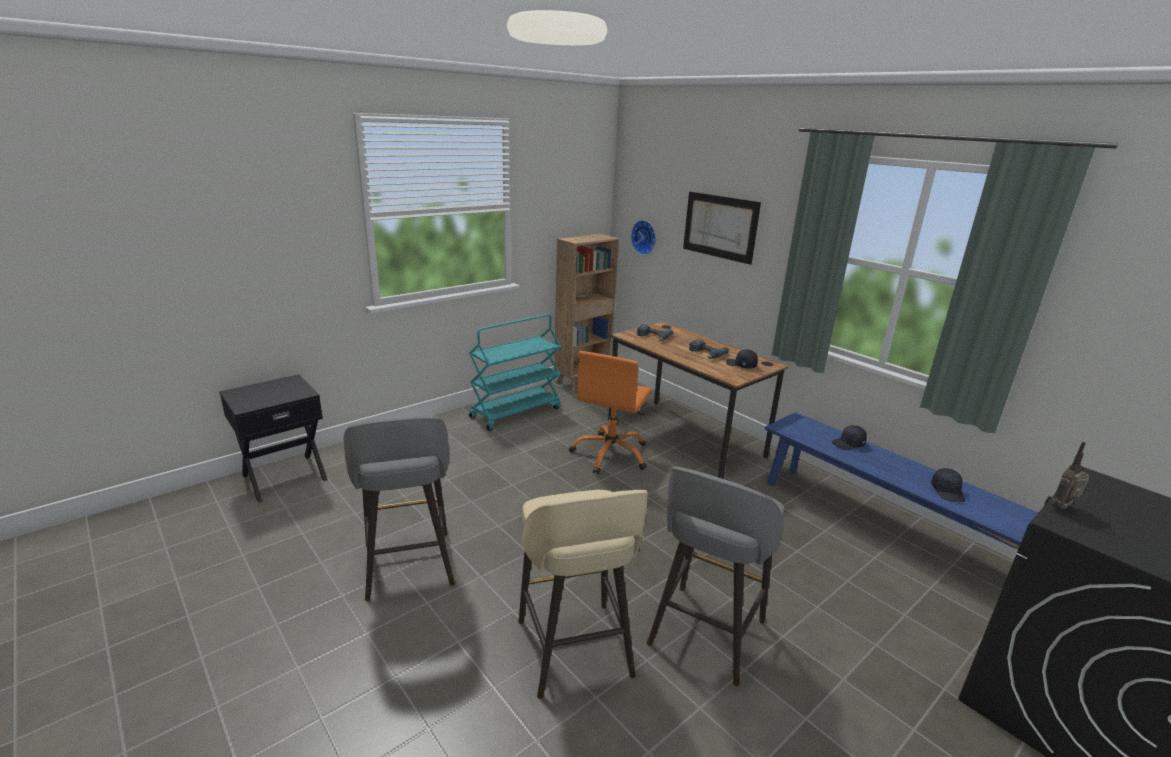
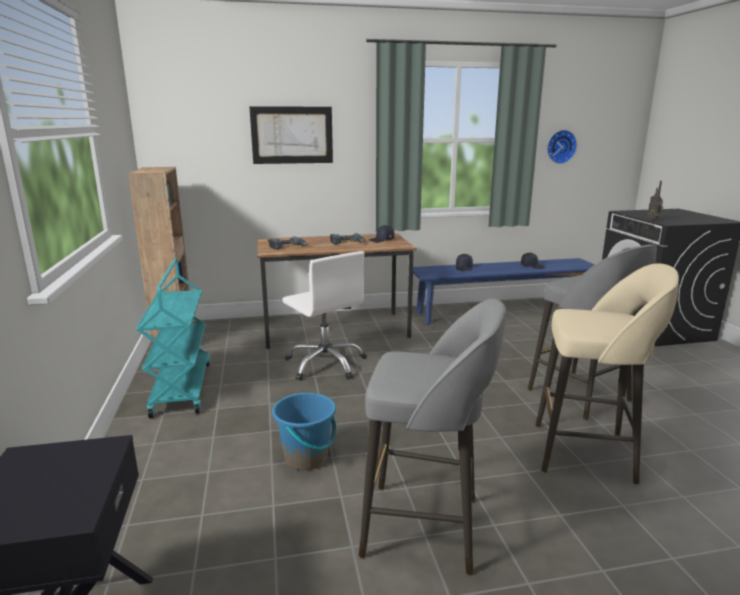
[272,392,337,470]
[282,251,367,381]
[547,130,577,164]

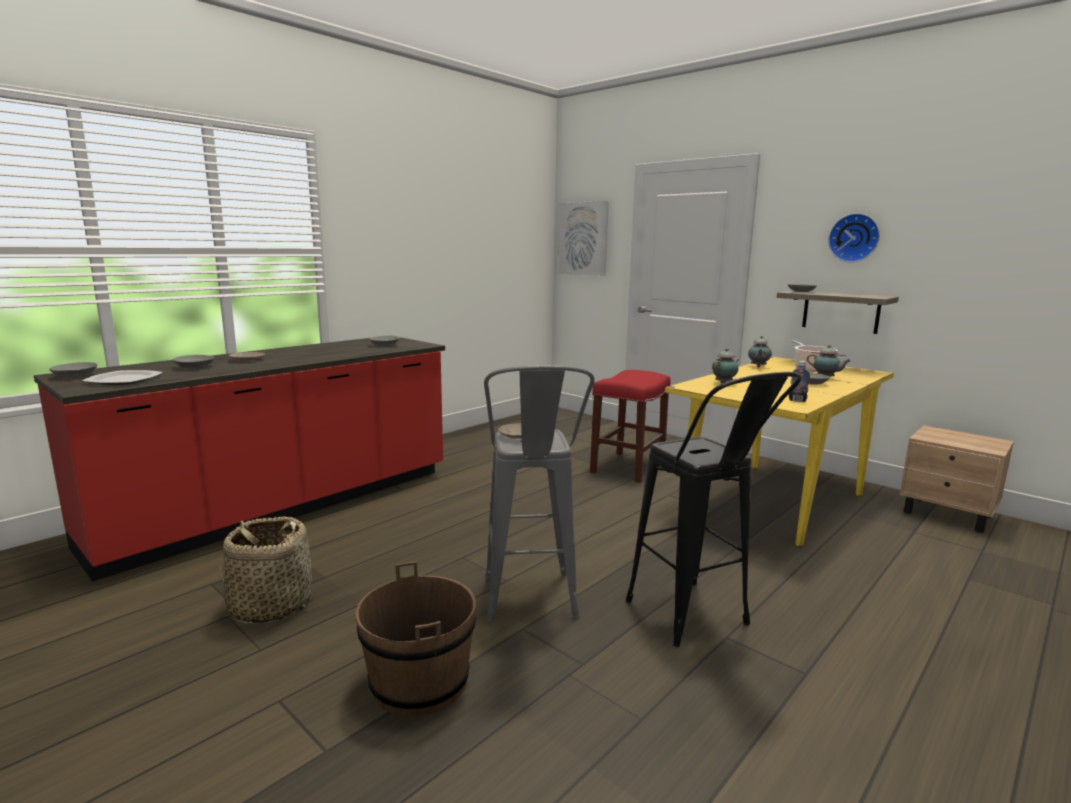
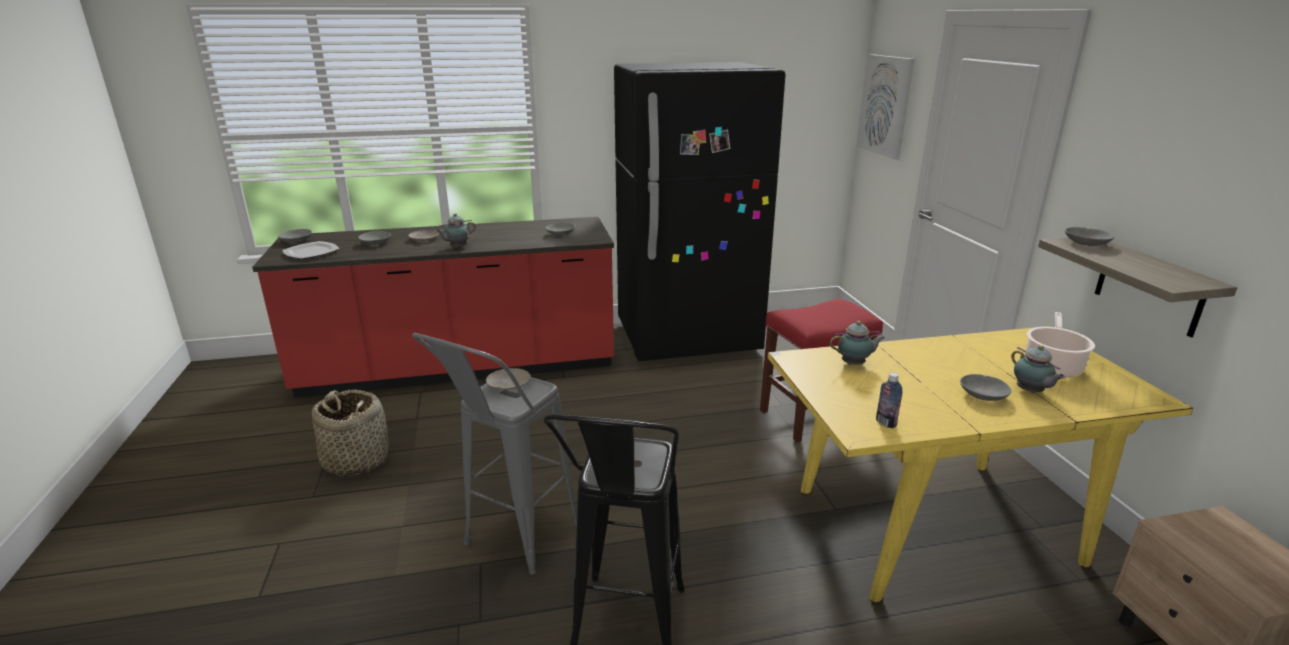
[435,213,476,248]
[614,62,785,361]
[356,561,476,717] (first image)
[828,213,880,262] (first image)

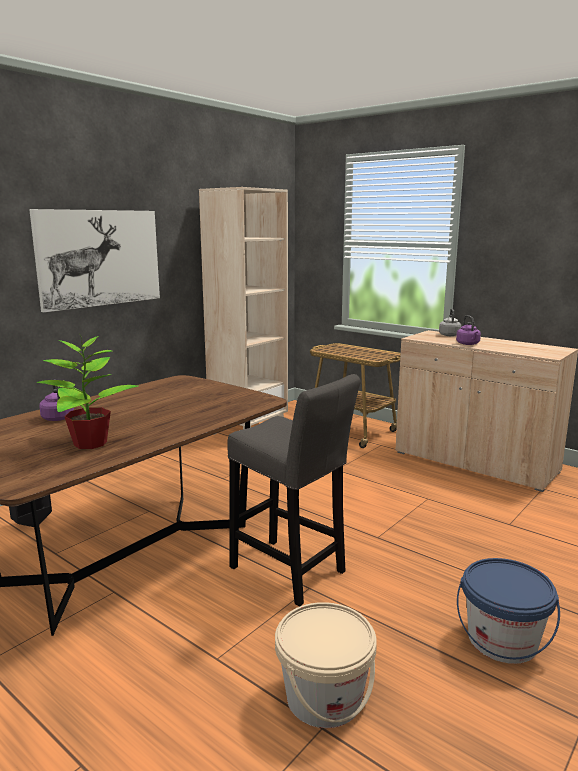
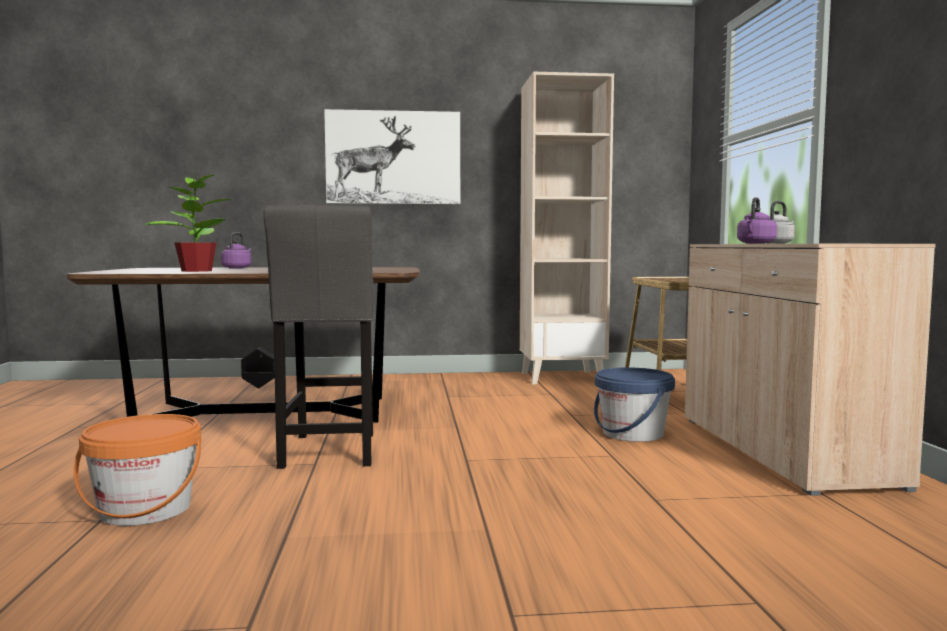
[74,414,201,526]
[594,367,675,442]

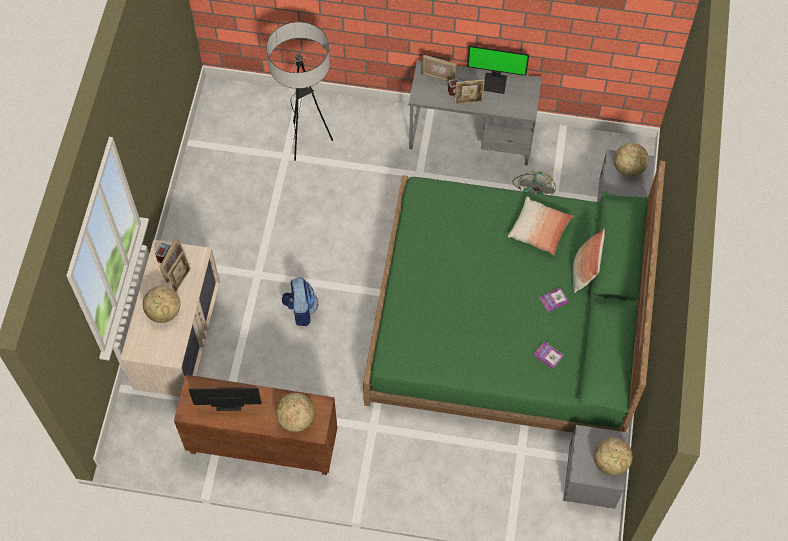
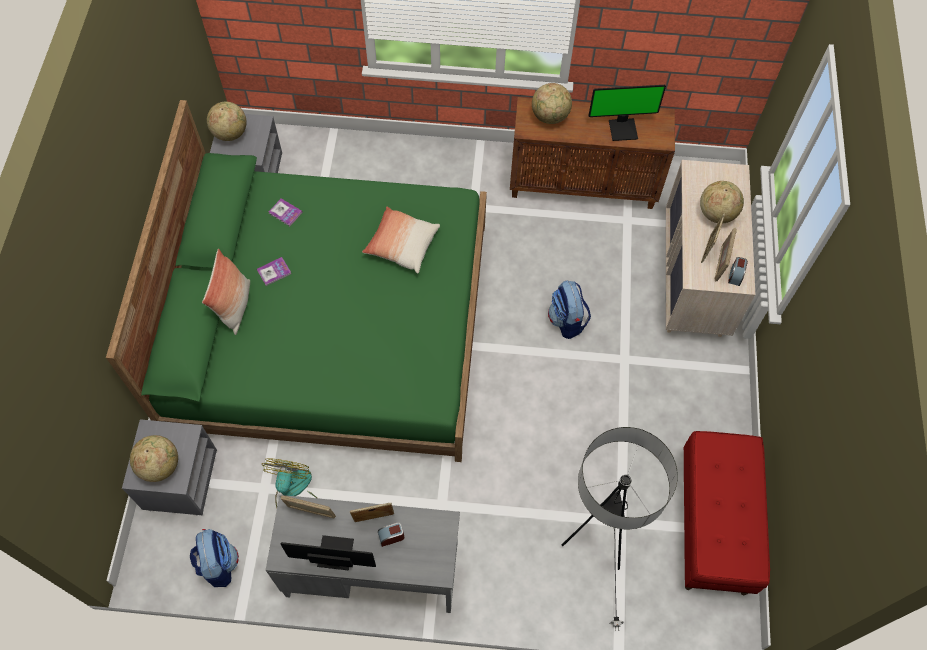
[190,529,239,587]
[280,496,336,518]
[362,206,440,274]
[684,431,770,595]

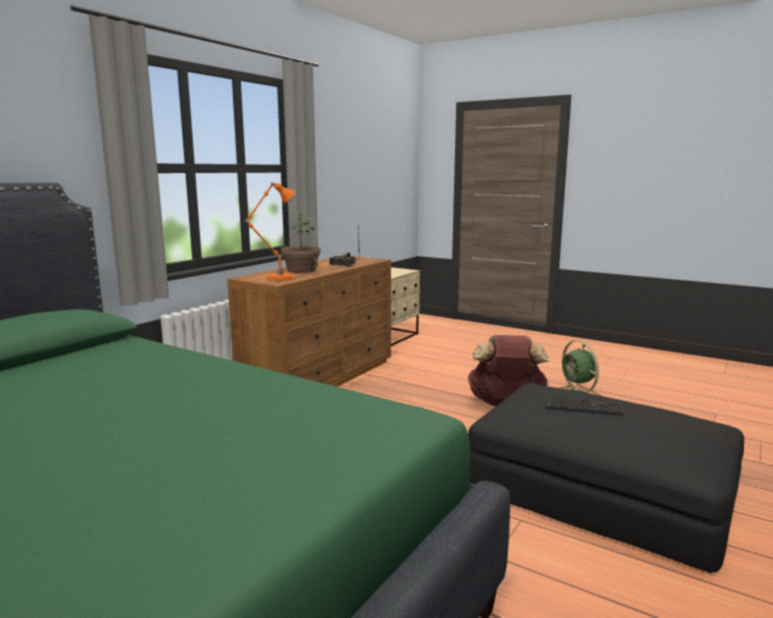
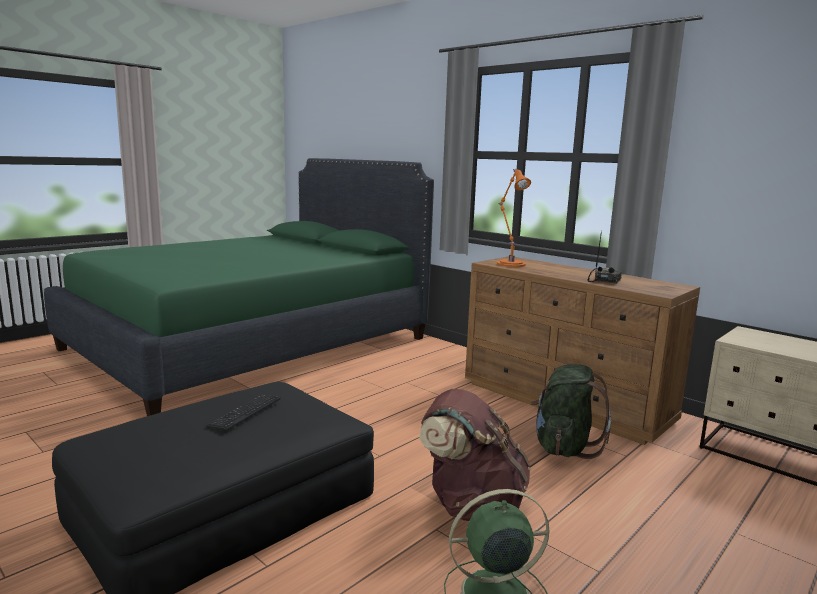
[531,364,611,459]
[281,212,321,273] (first image)

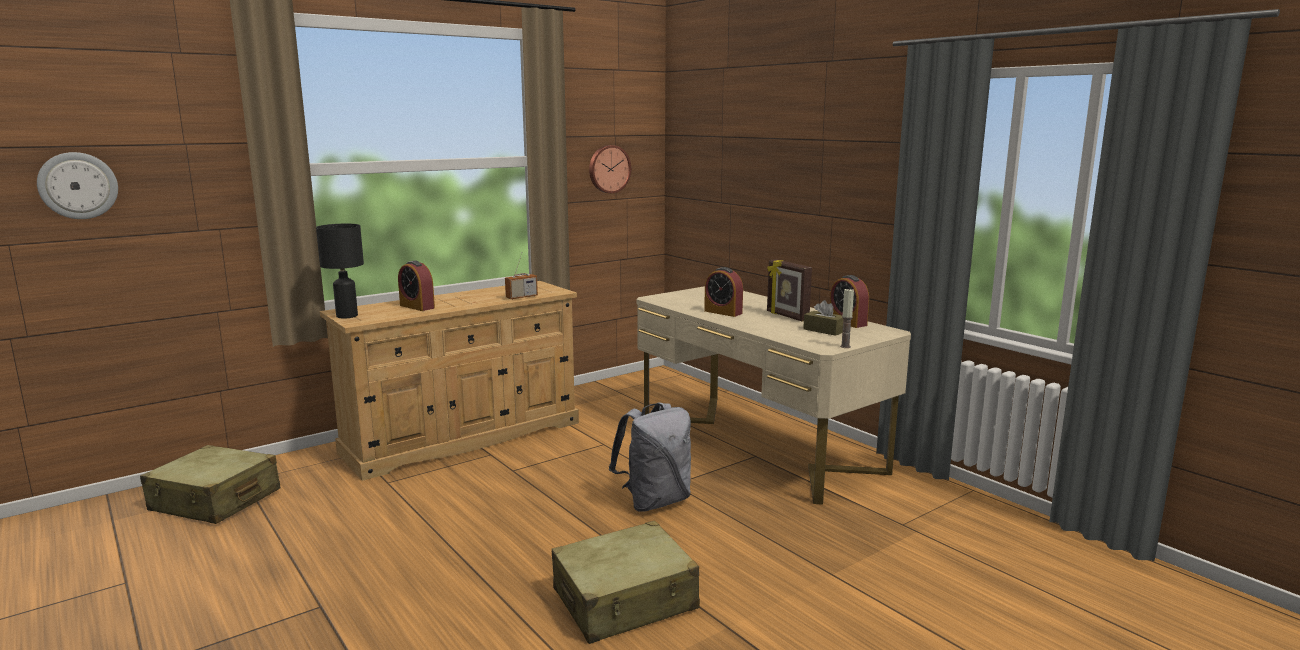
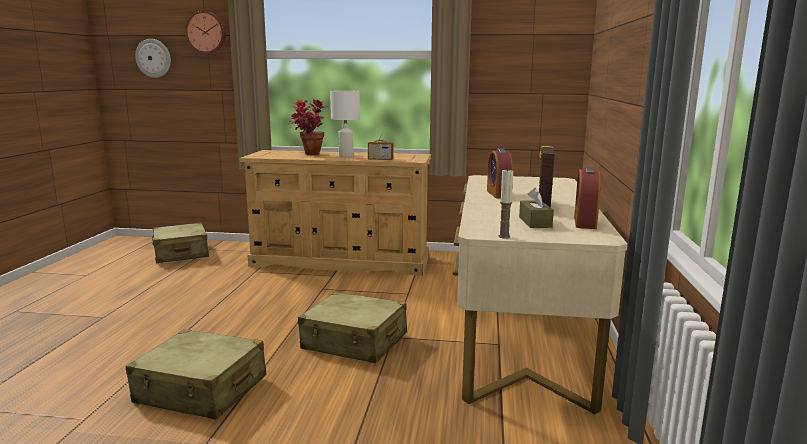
[185,11,226,54]
[289,99,327,155]
[298,292,407,363]
[330,90,360,157]
[316,224,364,318] (first image)

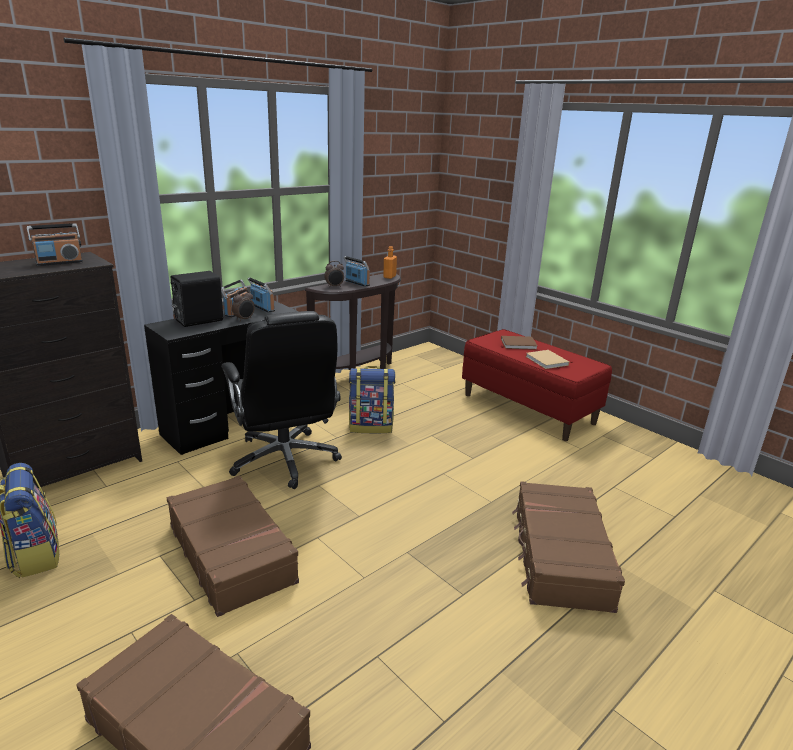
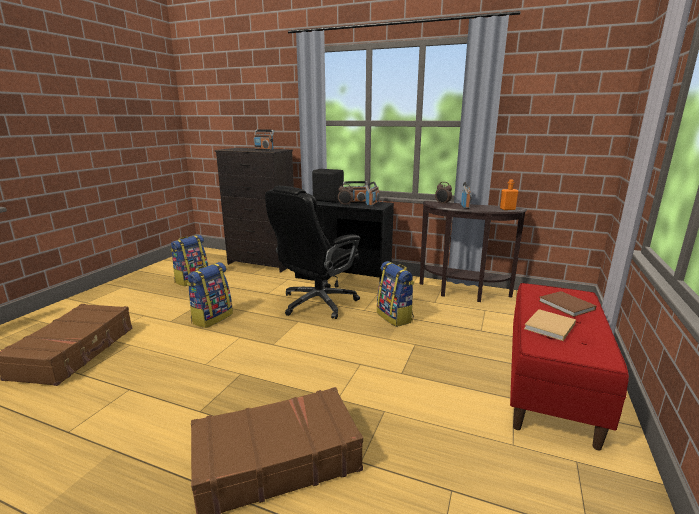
[187,262,233,328]

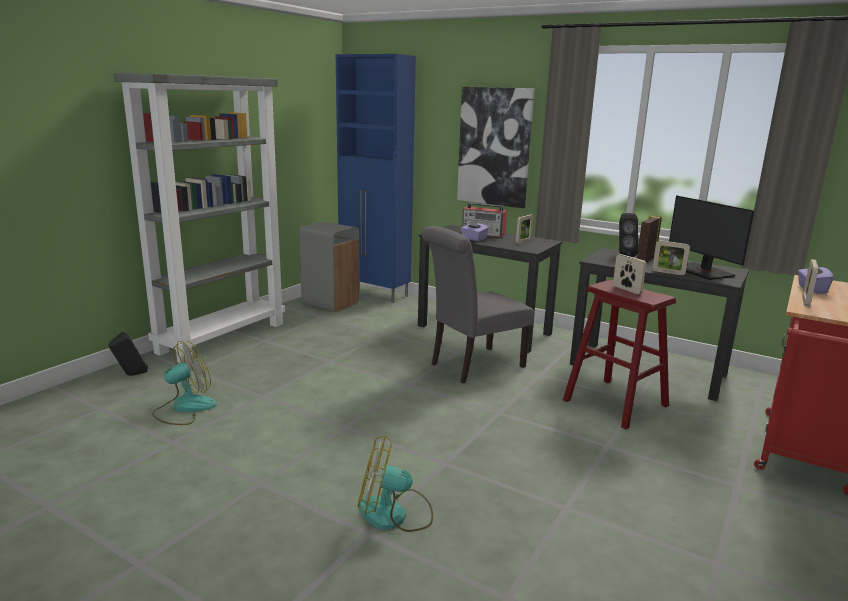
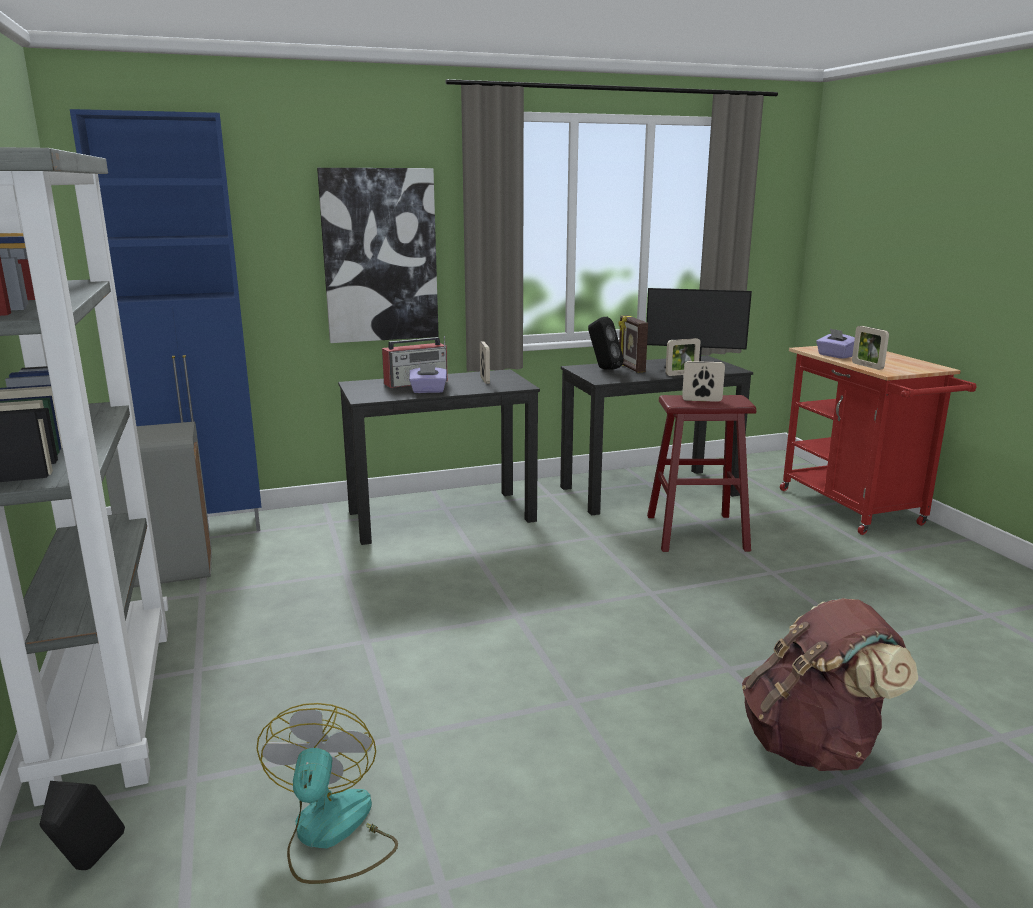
[742,598,918,771]
[421,226,535,384] (first image)

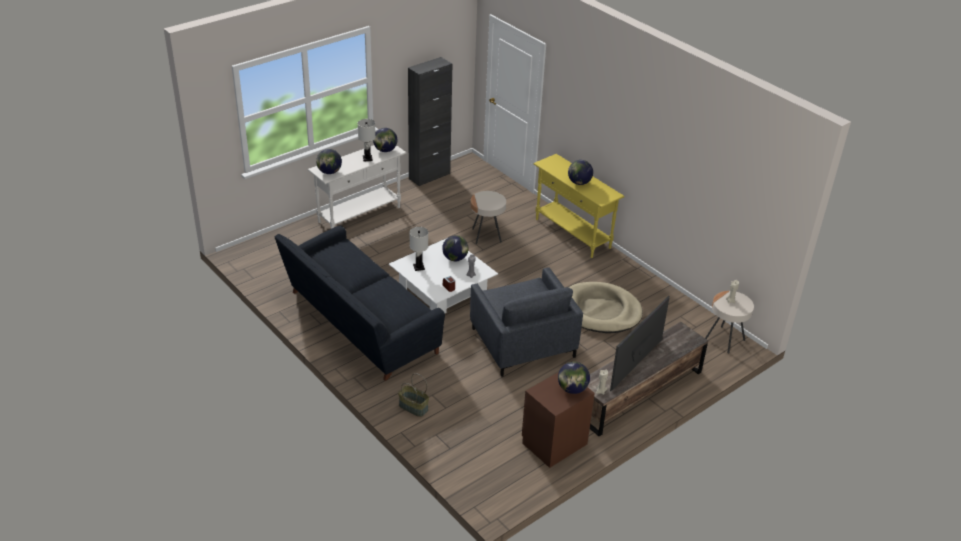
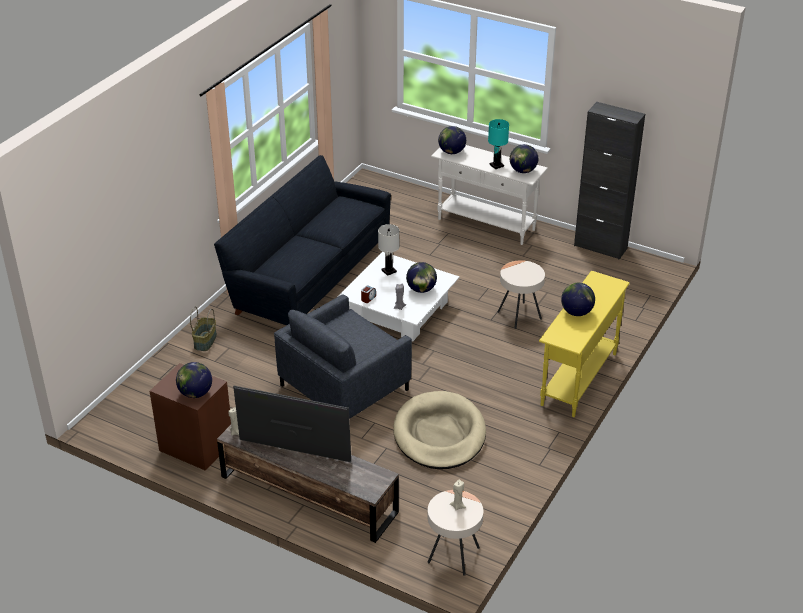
[488,119,509,169]

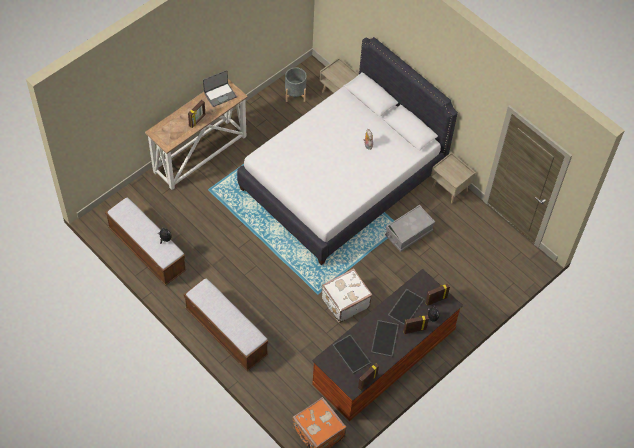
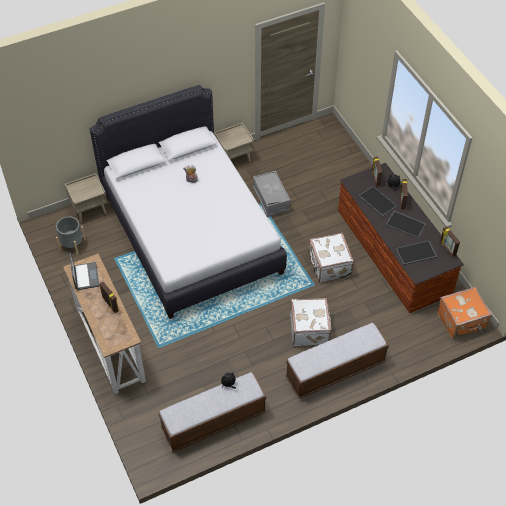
[290,298,332,346]

